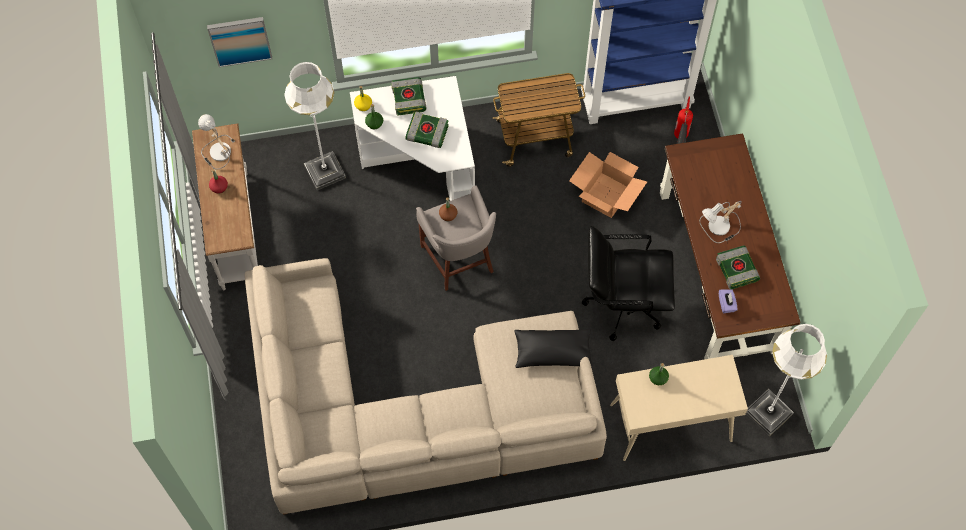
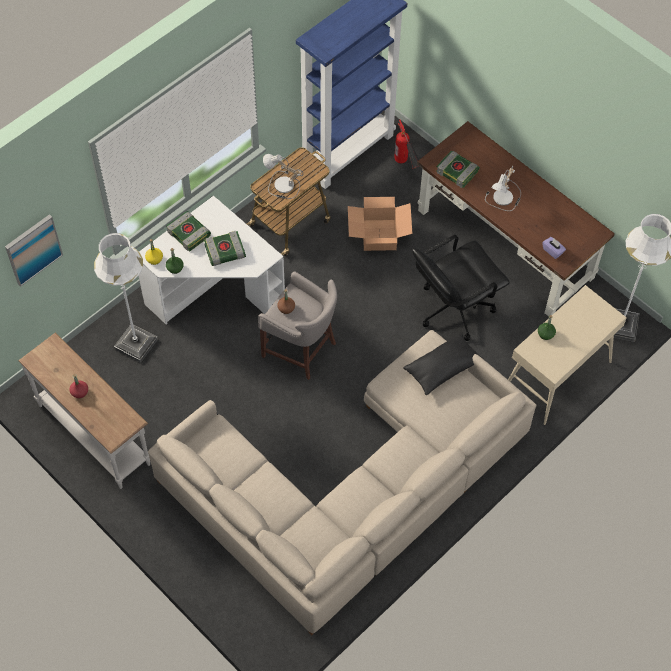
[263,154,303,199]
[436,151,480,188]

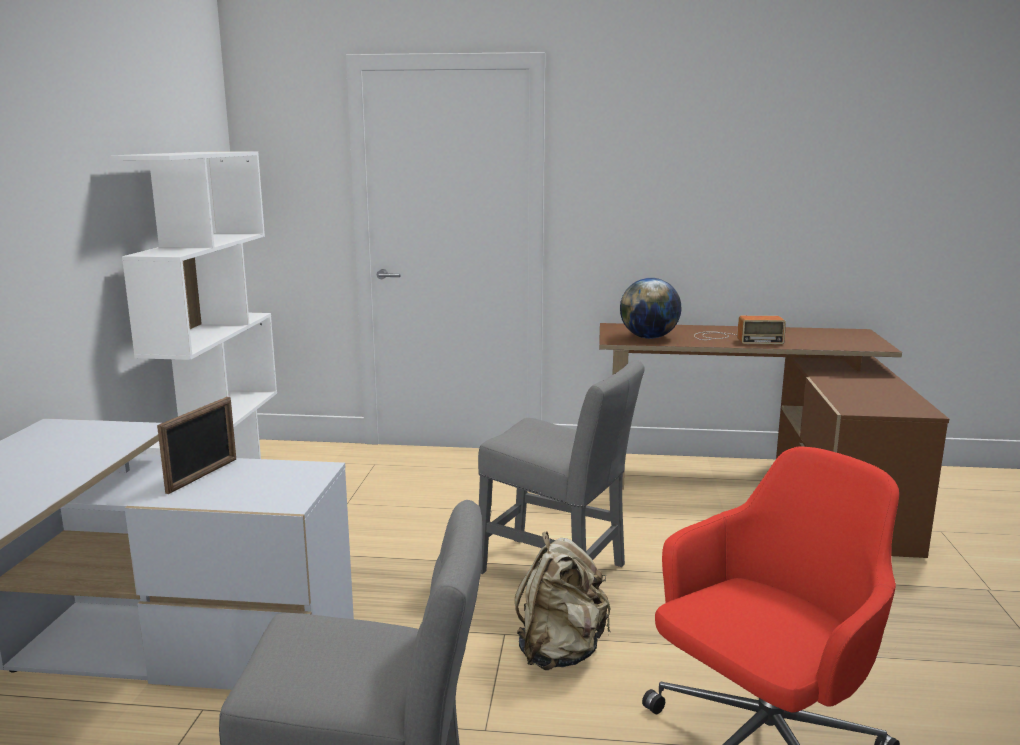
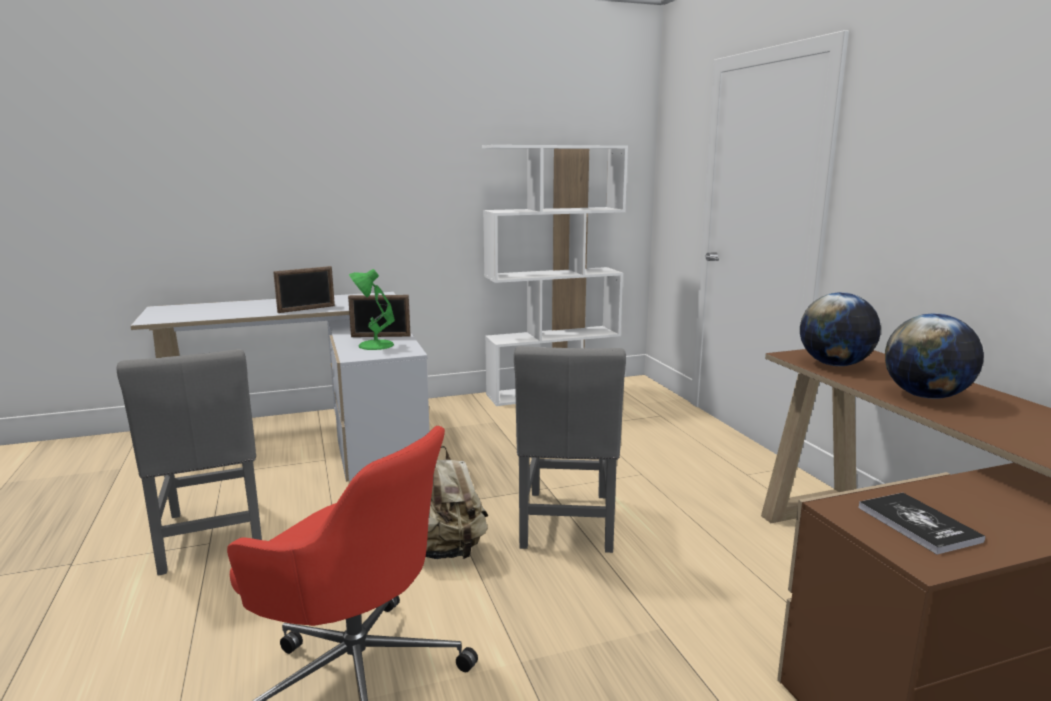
[273,266,335,313]
[349,269,395,350]
[858,493,985,555]
[885,313,984,399]

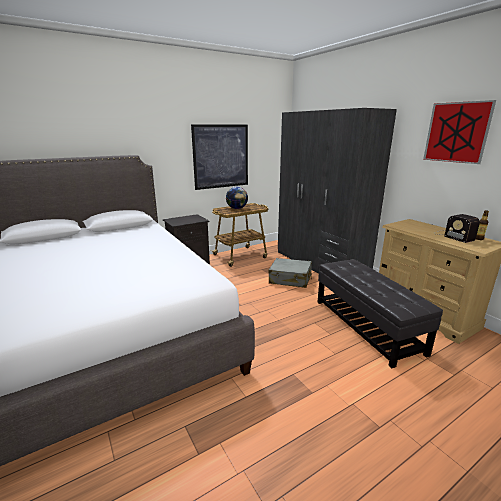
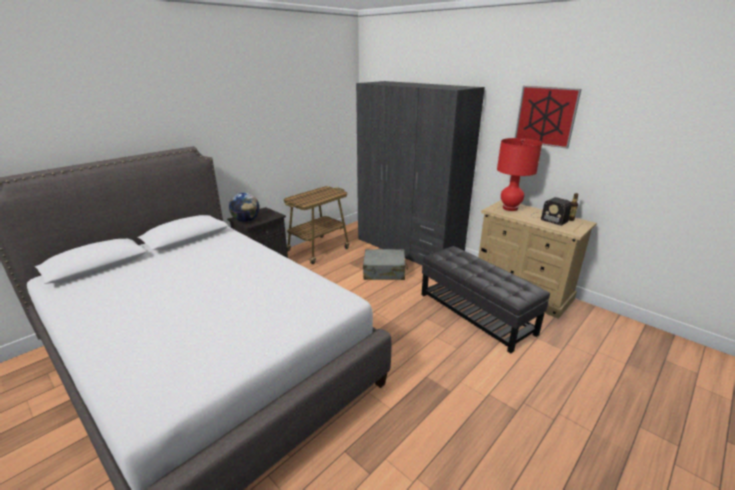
[229,193,260,222]
[497,138,542,211]
[191,124,248,190] (first image)

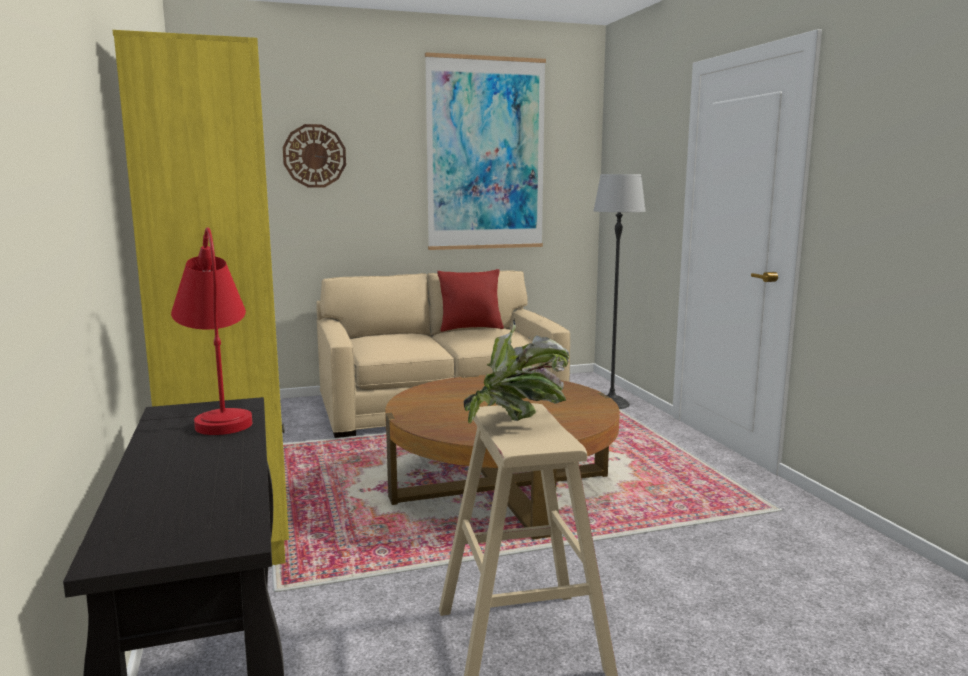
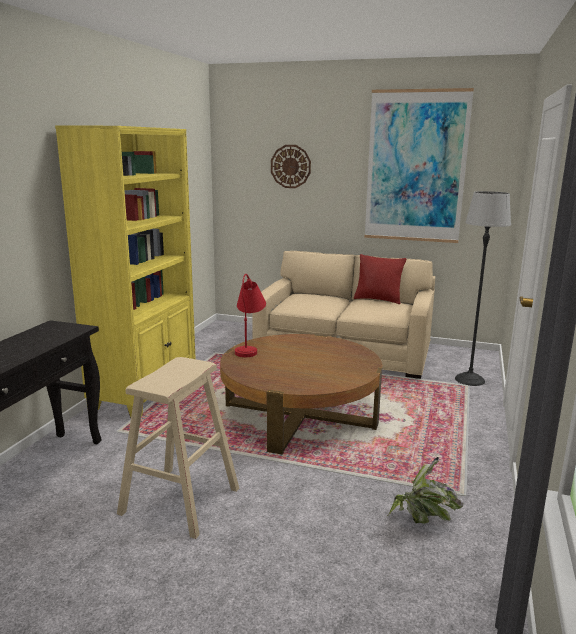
[235,274,266,357]
[387,457,463,524]

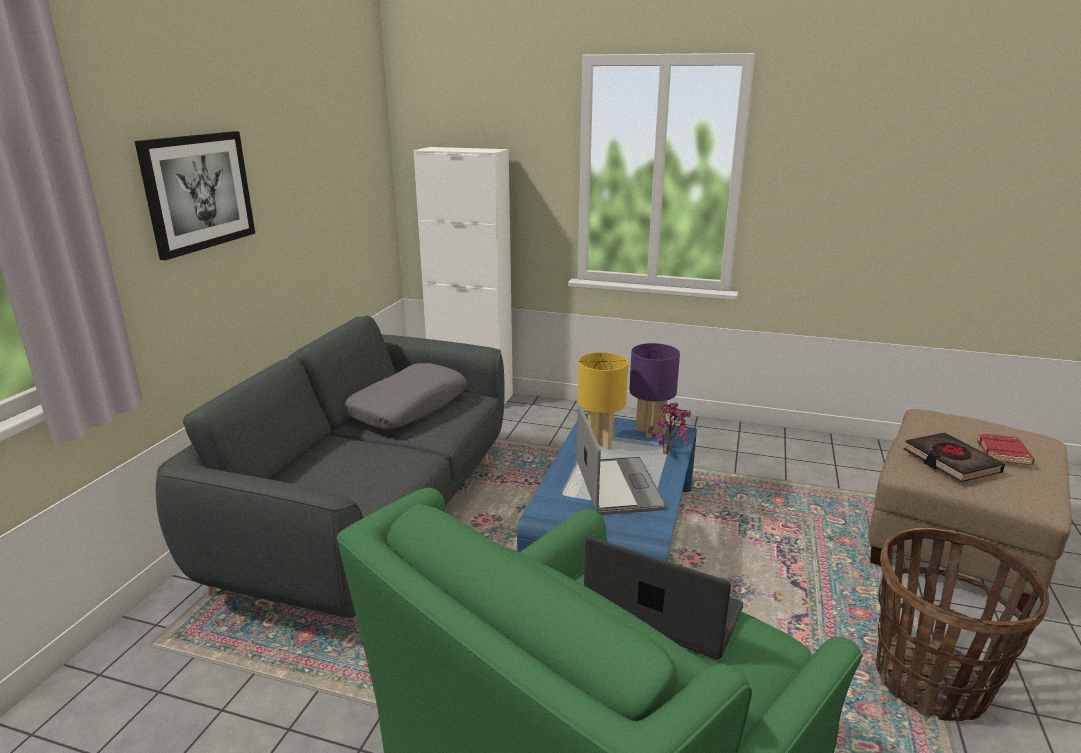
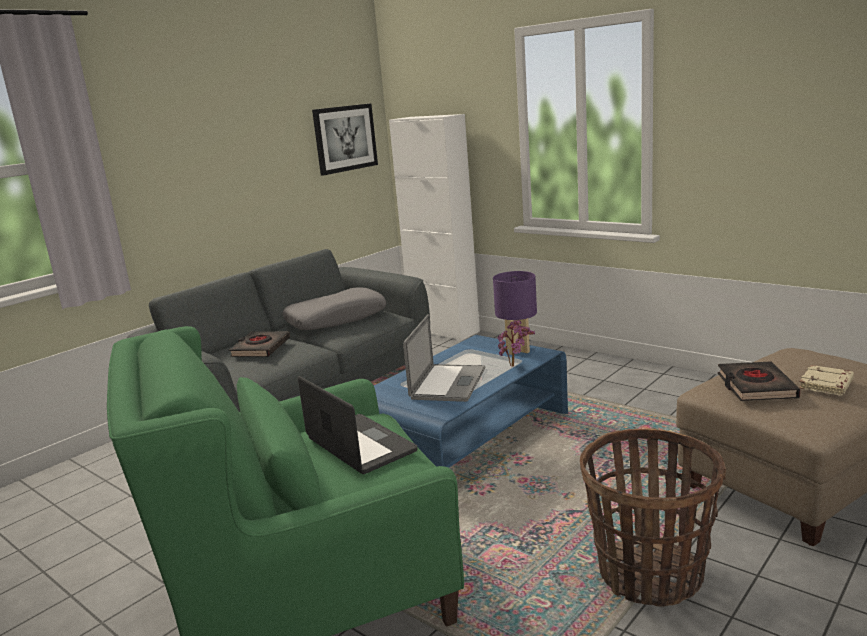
[229,331,290,357]
[312,103,378,175]
[799,365,854,395]
[577,352,628,450] (first image)

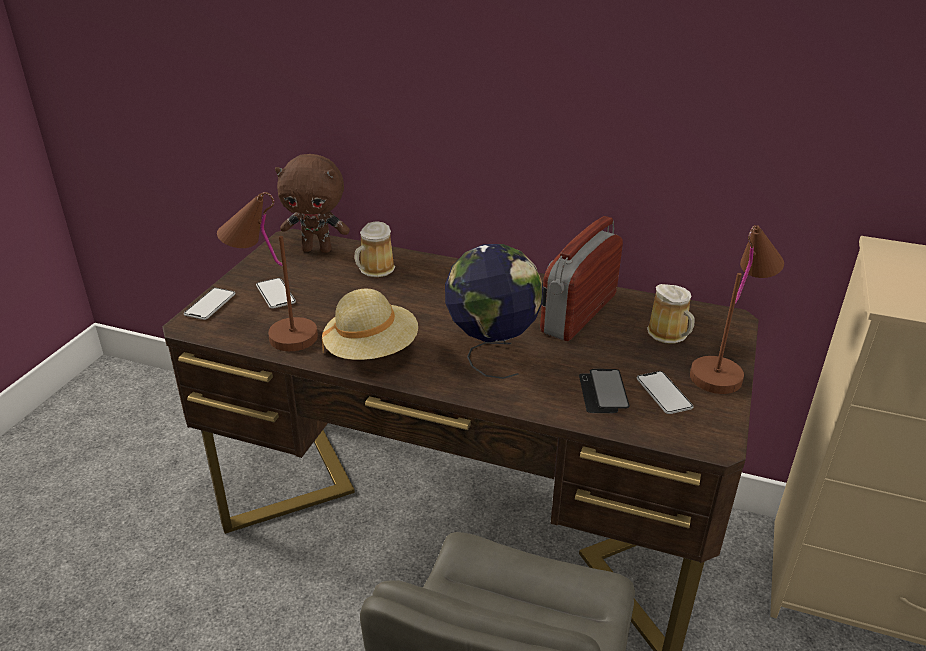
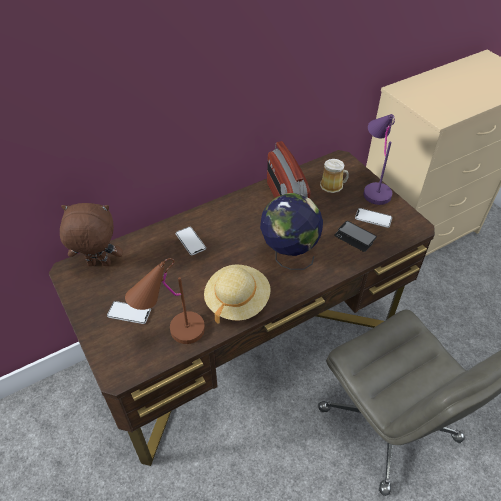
[60,203,123,266]
[176,227,206,255]
[364,114,395,205]
[354,221,395,277] (first image)

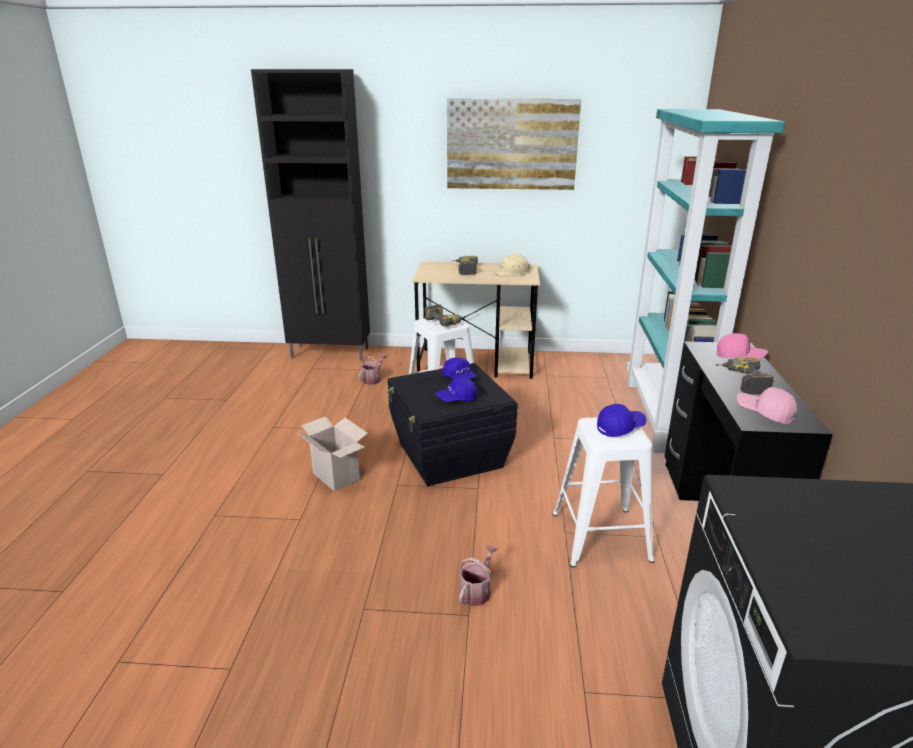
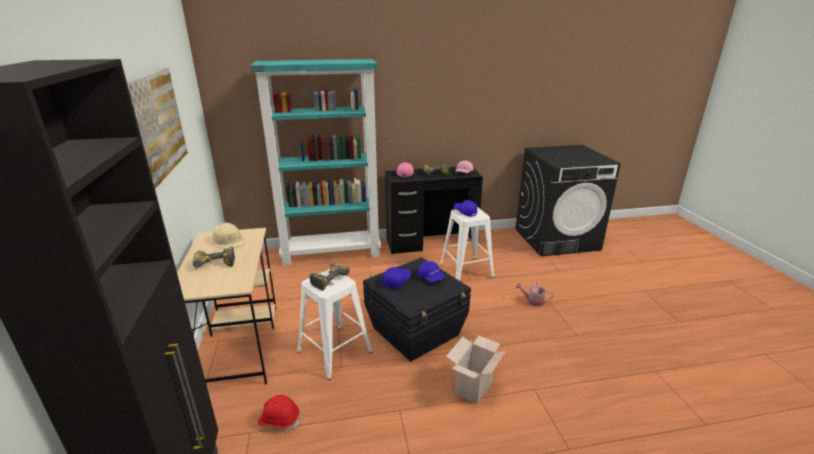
[258,395,300,430]

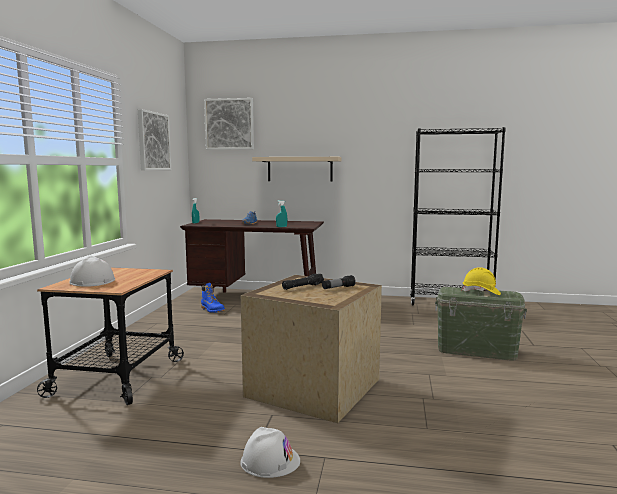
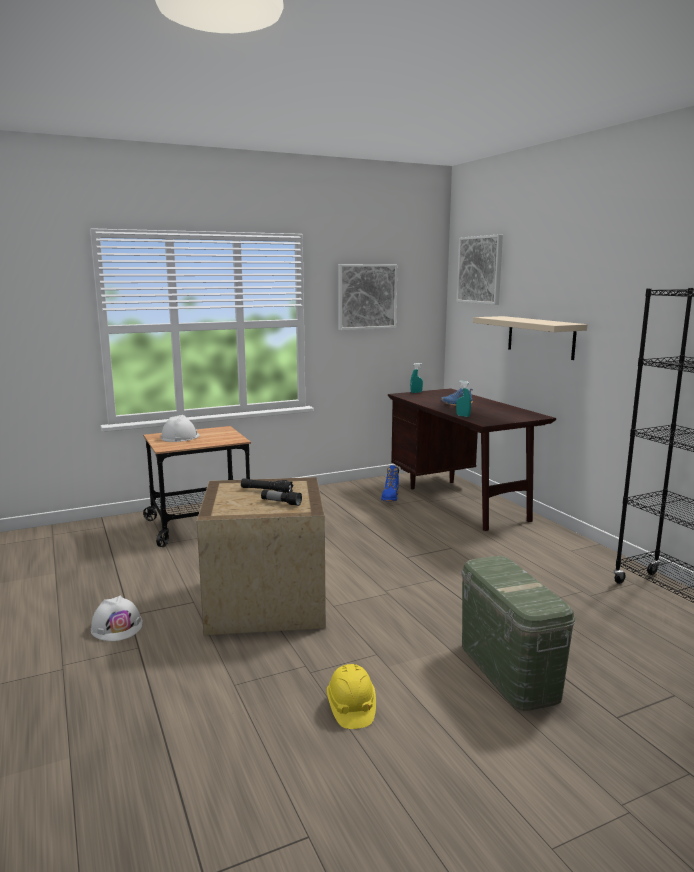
[327,664,376,729]

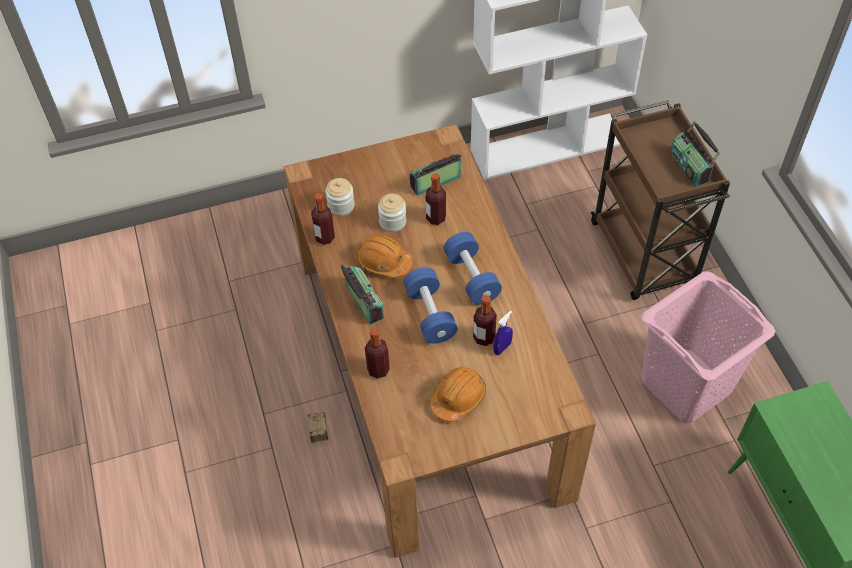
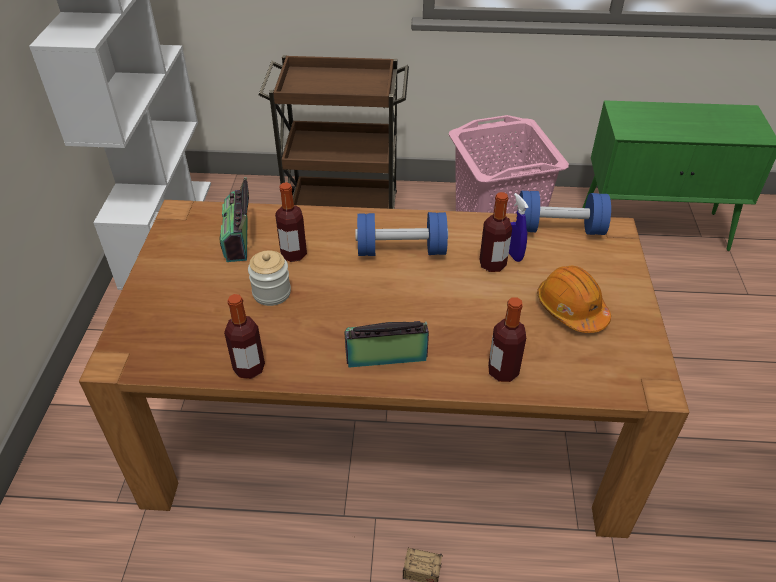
[517,191,611,235]
[325,178,355,216] (first image)
[357,234,413,278] (first image)
[671,121,720,187] (first image)

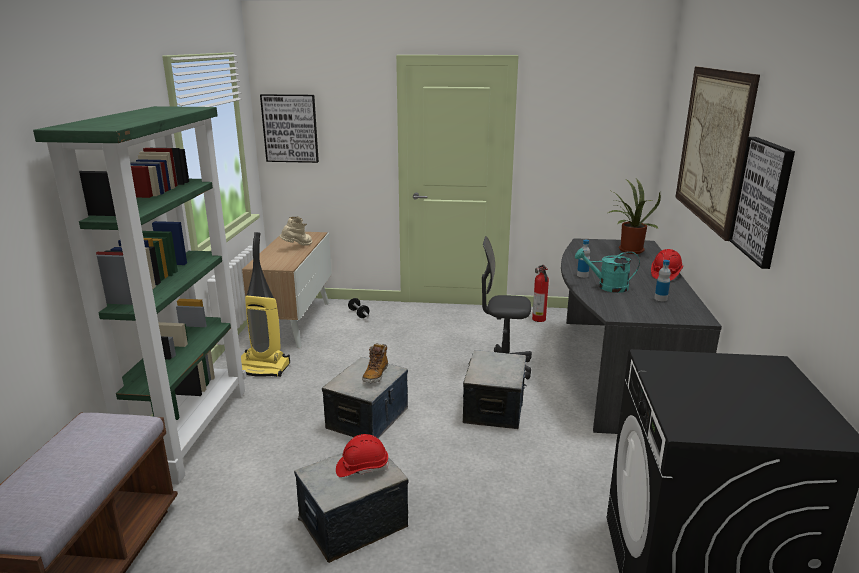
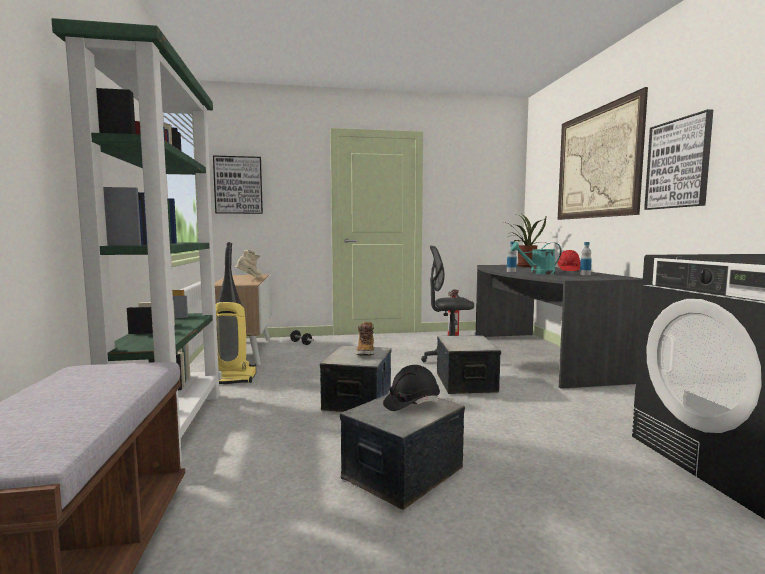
[383,365,440,411]

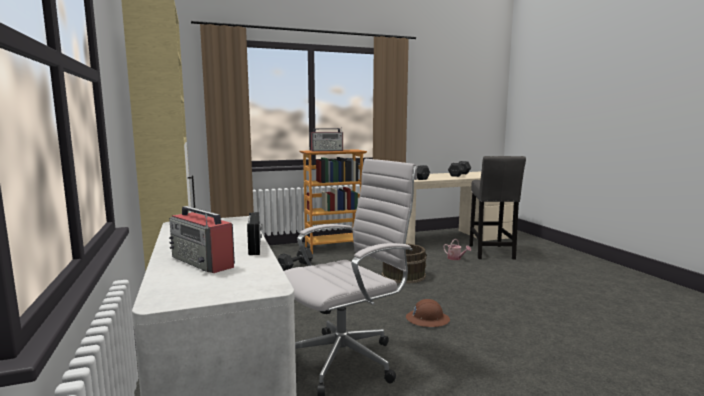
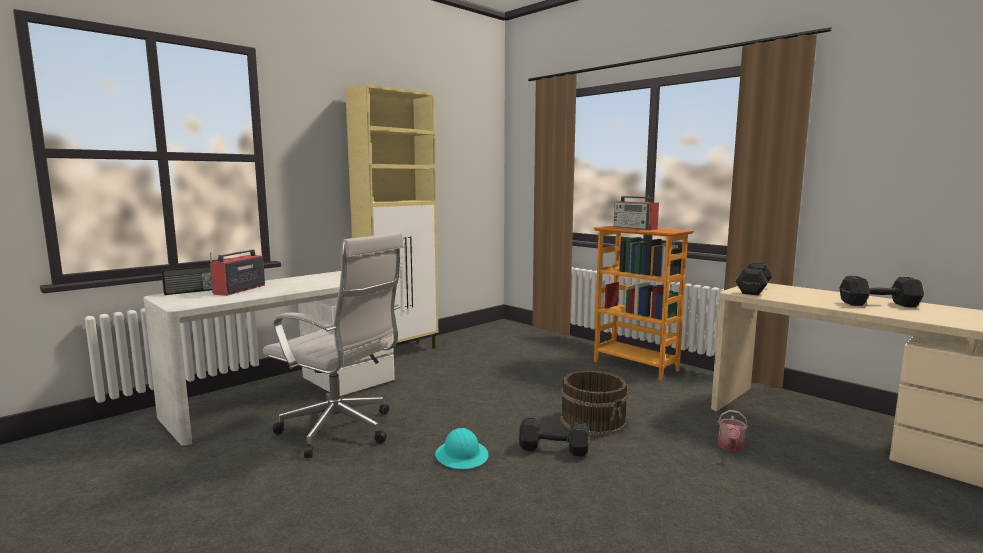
[161,265,212,295]
[435,428,489,469]
[519,417,589,457]
[469,156,526,260] (first image)

